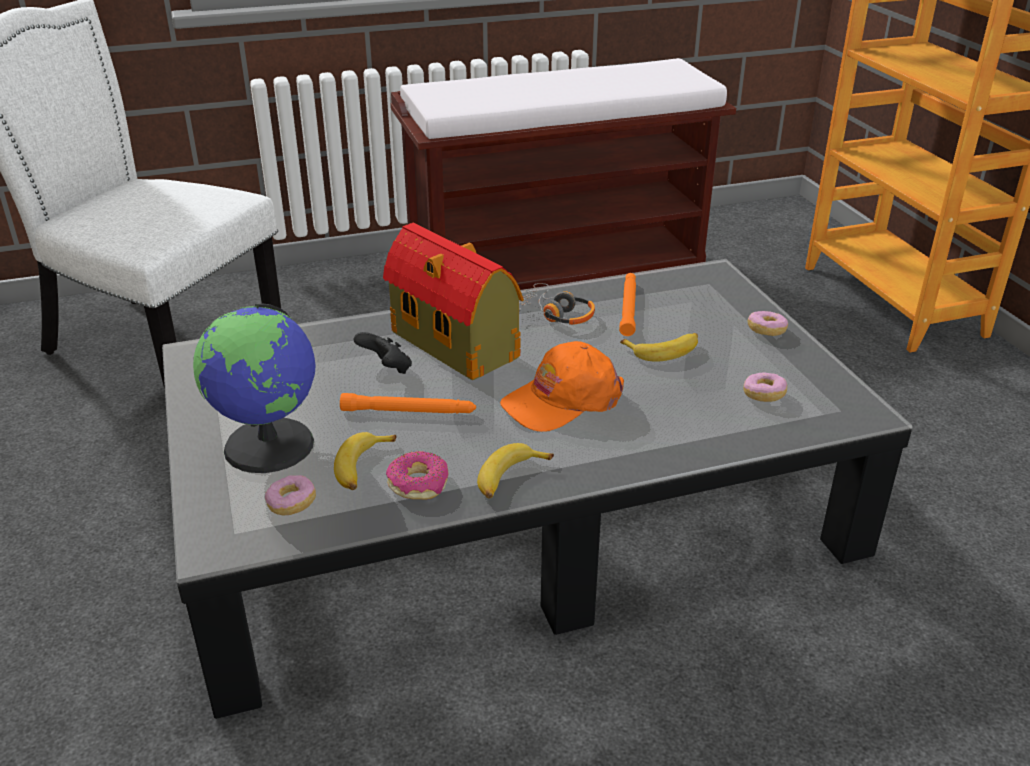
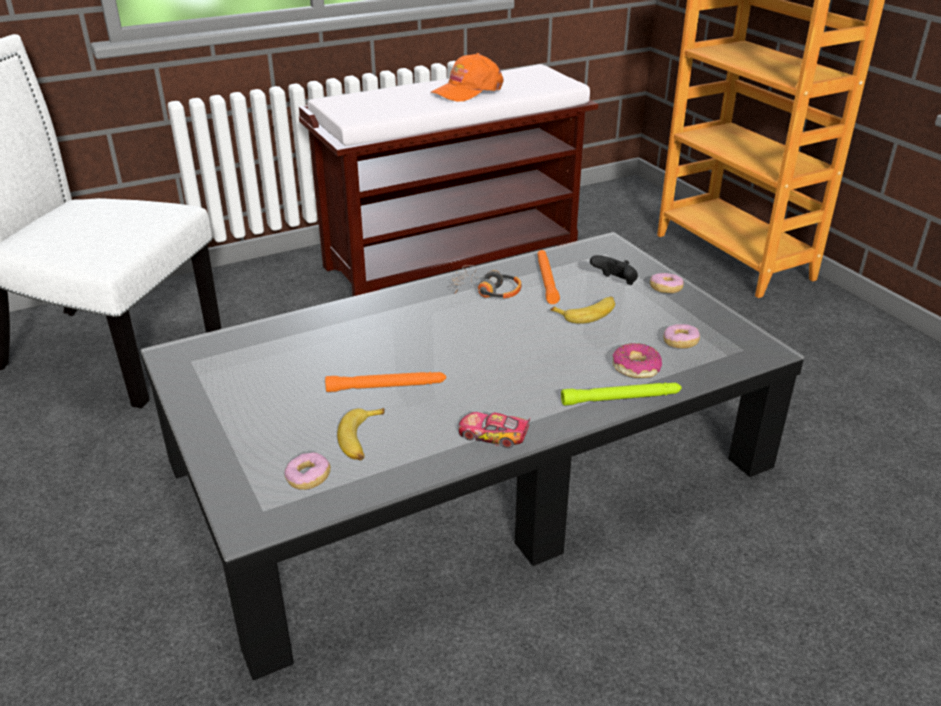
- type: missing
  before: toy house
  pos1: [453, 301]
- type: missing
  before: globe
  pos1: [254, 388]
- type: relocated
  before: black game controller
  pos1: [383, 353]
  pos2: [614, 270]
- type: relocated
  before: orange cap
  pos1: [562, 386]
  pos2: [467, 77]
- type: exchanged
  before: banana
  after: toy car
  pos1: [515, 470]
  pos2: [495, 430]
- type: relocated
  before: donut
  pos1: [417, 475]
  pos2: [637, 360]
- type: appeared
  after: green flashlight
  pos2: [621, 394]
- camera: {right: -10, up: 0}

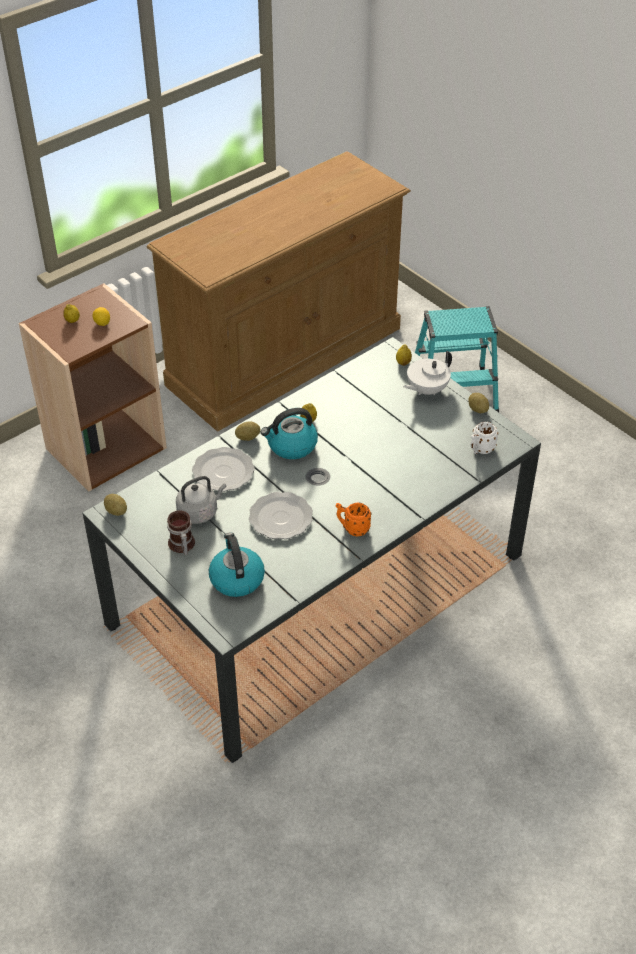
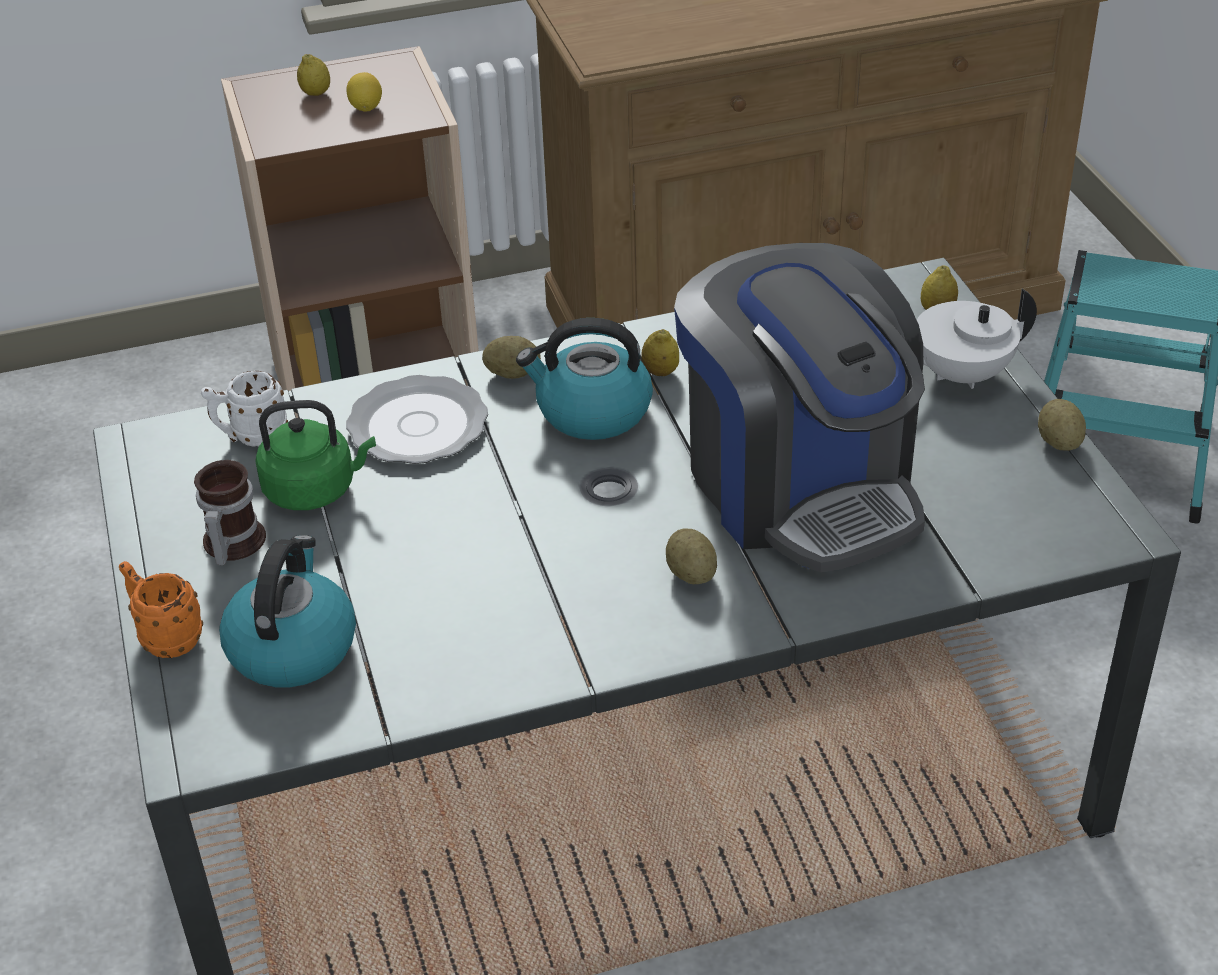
- type: relocated
  before: white mug
  pos1: [484, 438]
  pos2: [244, 408]
- type: colour
  before: grey kettle
  after: green kettle
  pos1: [201, 500]
  pos2: [315, 455]
- type: missing
  before: plate
  pos1: [281, 515]
- type: relocated
  before: potato
  pos1: [115, 505]
  pos2: [691, 556]
- type: relocated
  before: orange mug
  pos1: [354, 519]
  pos2: [161, 609]
- type: appeared
  after: coffee machine
  pos2: [799, 408]
- camera: {right: 25, up: -5}

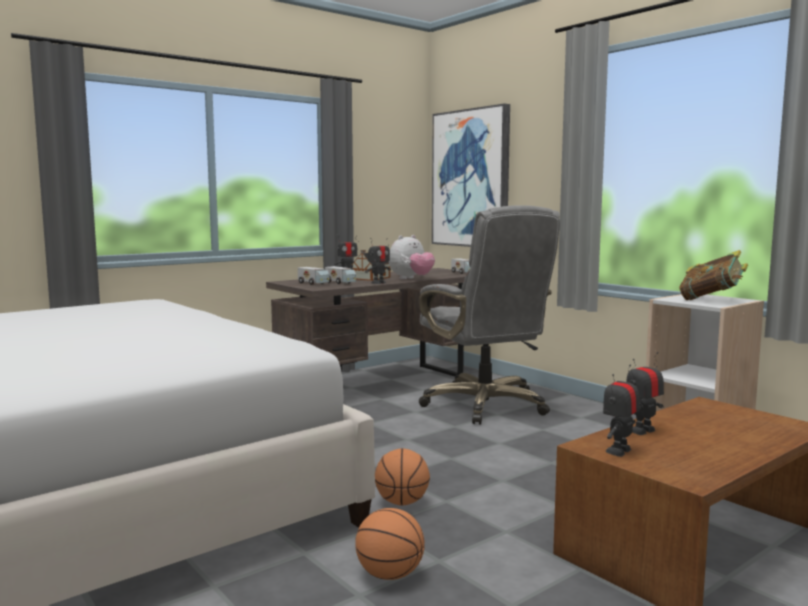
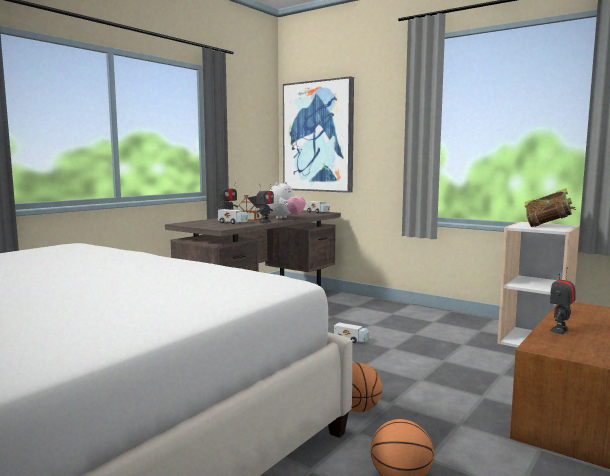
- type: missing
  before: grey office chair
  pos1: [489, 315]
- type: relocated
  before: toy truck
  pos1: [313, 276]
  pos2: [351, 333]
- type: missing
  before: toy robot
  pos1: [621, 410]
- camera: {right: -15, up: 0}

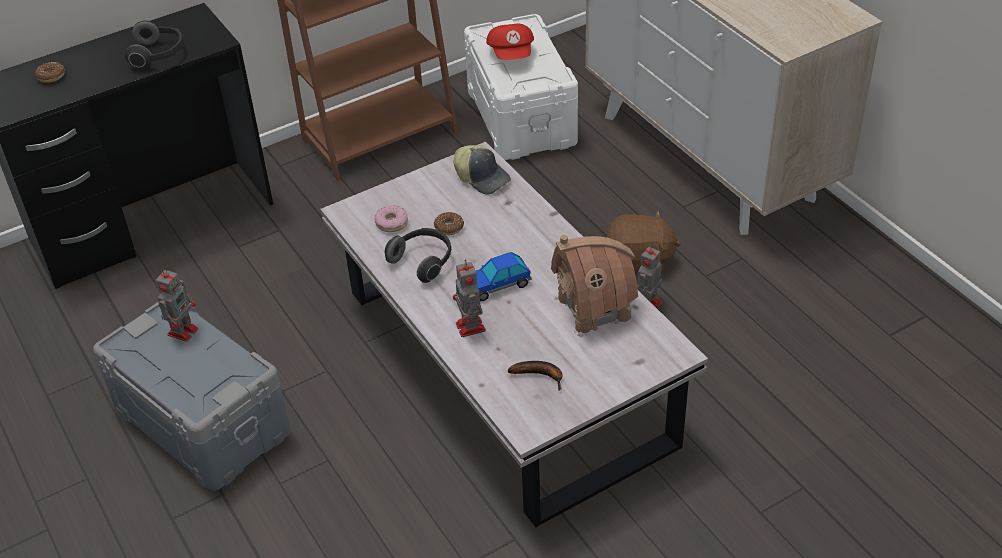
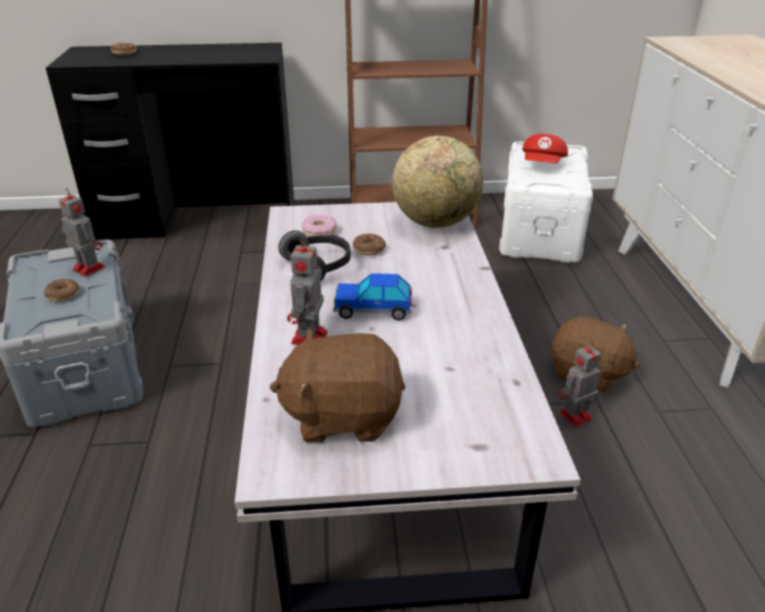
- type: missing
  before: headphones
  pos1: [154, 45]
- type: exchanged
  before: cap
  after: globe
  pos1: [482, 170]
  pos2: [437, 182]
- type: missing
  before: toy house
  pos1: [594, 286]
- type: spun
  before: toy robot
  pos1: [177, 305]
  pos2: [82, 232]
  turn: -105
- type: exchanged
  before: banana
  after: brown plush toy
  pos1: [535, 375]
  pos2: [337, 385]
- type: appeared
  after: donut
  pos2: [62, 290]
- camera: {right: 25, up: -10}

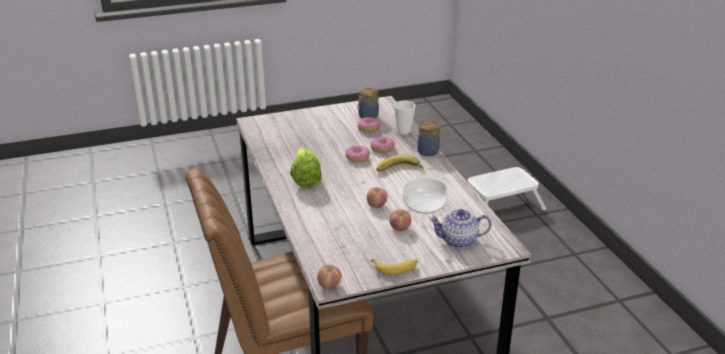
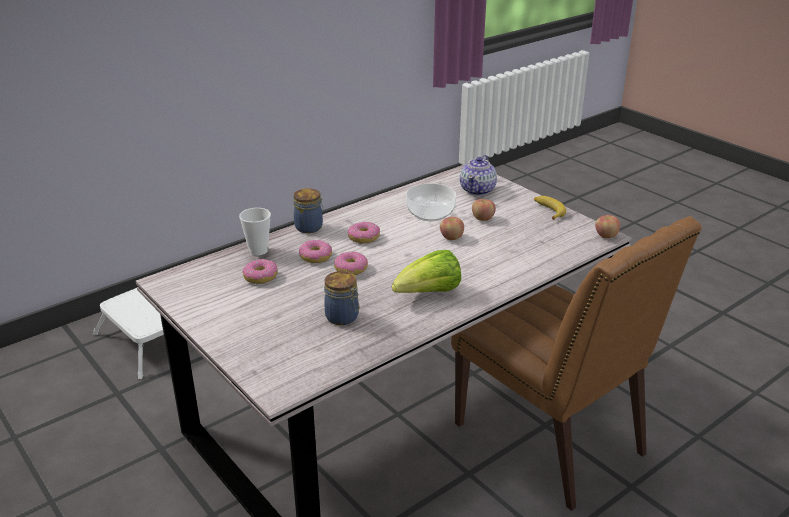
- type: relocated
  before: jar
  pos1: [368, 103]
  pos2: [342, 298]
- type: exchanged
  before: banana
  after: donut
  pos1: [399, 163]
  pos2: [364, 233]
- type: spun
  before: teapot
  pos1: [460, 228]
  pos2: [478, 175]
  turn: 45
- camera: {right: -110, up: 0}

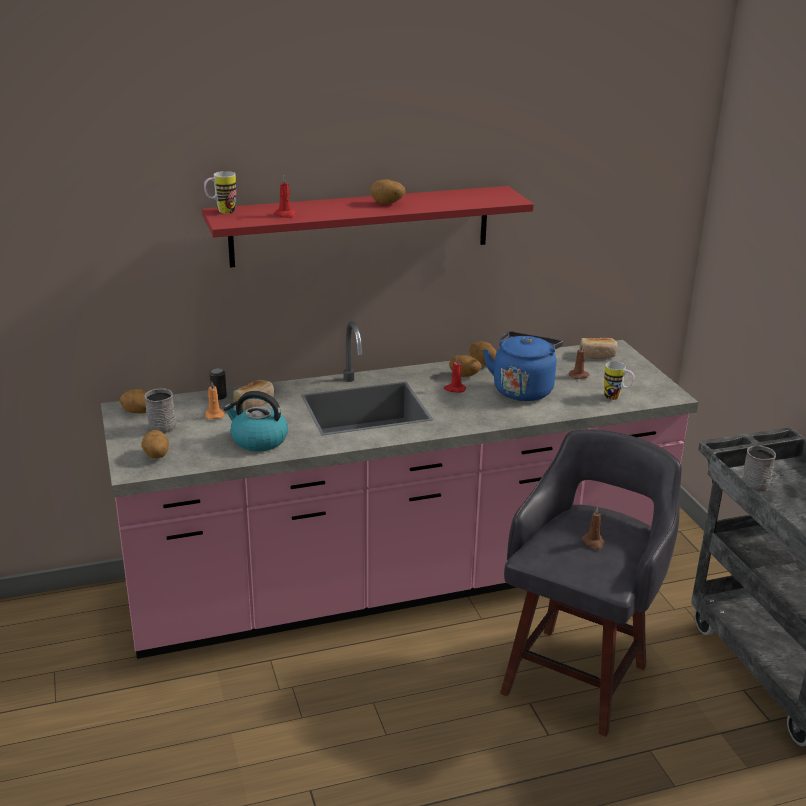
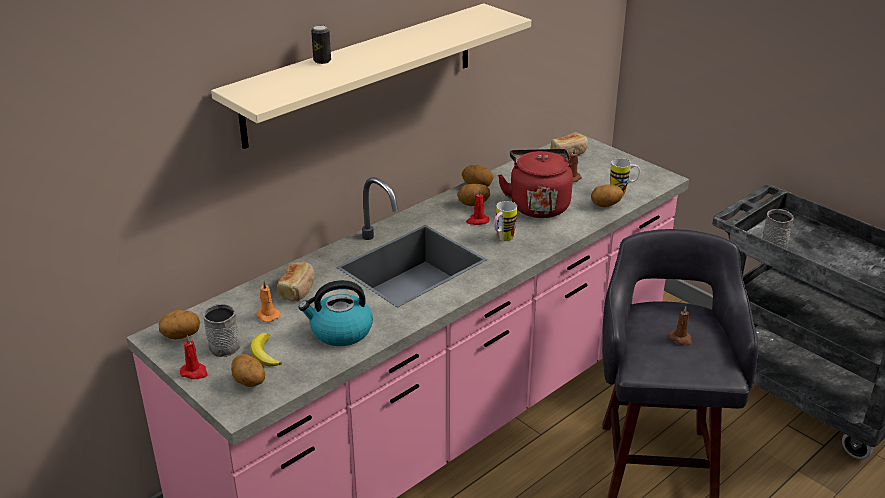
- type: relocated
  before: mug
  pos1: [220, 192]
  pos2: [505, 221]
- type: relocated
  before: red candle
  pos1: [285, 197]
  pos2: [194, 357]
- type: relocated
  before: potato
  pos1: [388, 191]
  pos2: [607, 195]
- type: colour
  before: red shelf
  after: beige shelf
  pos1: [368, 227]
  pos2: [371, 76]
- type: colour
  before: blue kettle
  after: red kettle
  pos1: [523, 366]
  pos2: [535, 183]
- type: relocated
  before: can
  pos1: [218, 384]
  pos2: [321, 44]
- type: appeared
  after: banana
  pos2: [266, 349]
- camera: {right: -25, up: 5}

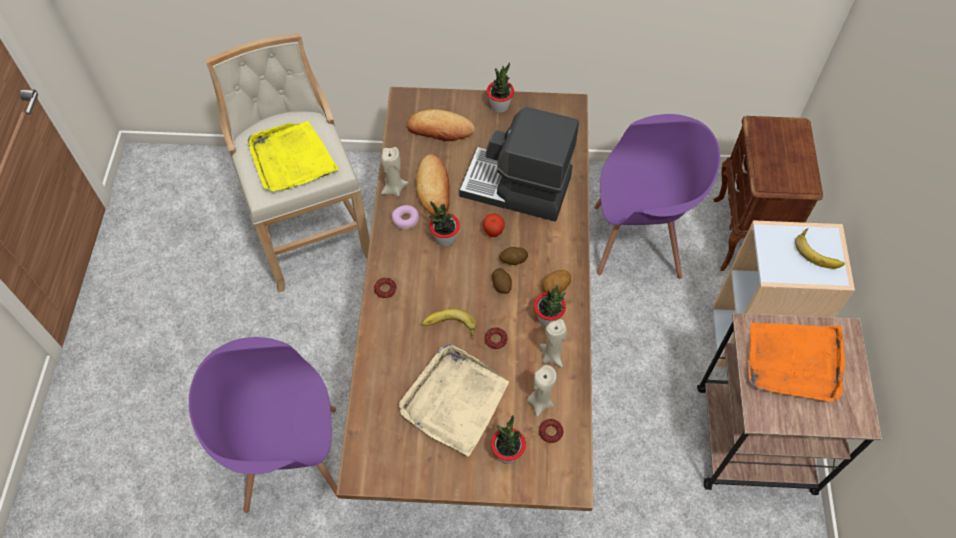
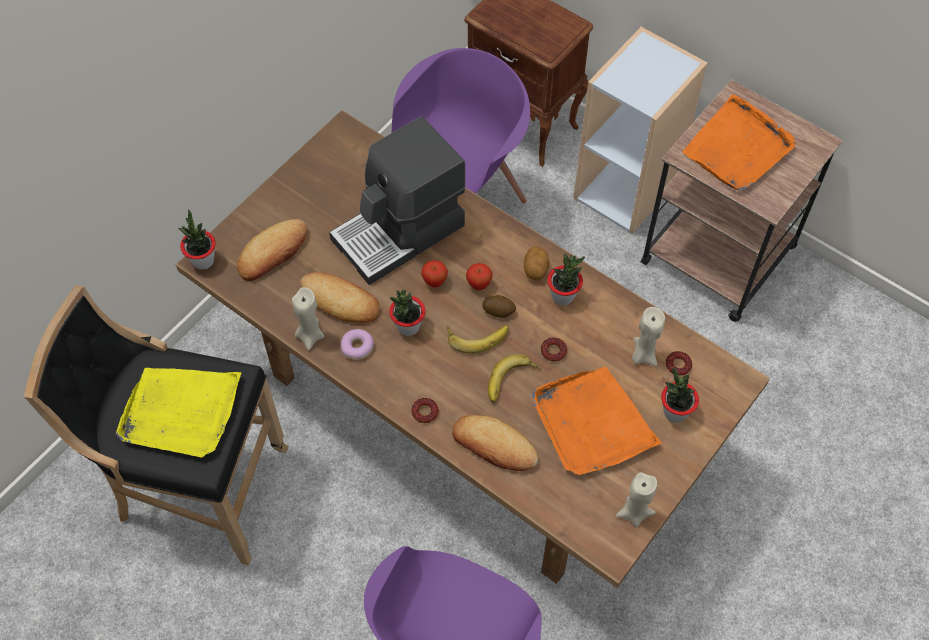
- type: colour
  before: beige stool
  after: black stool
  pos1: [287, 162]
  pos2: [156, 425]
- type: relocated
  before: potted plant
  pos1: [500, 87]
  pos2: [197, 239]
- type: relocated
  before: banana
  pos1: [820, 248]
  pos2: [478, 339]
- type: exchanged
  before: potato
  after: apple
  pos1: [513, 256]
  pos2: [479, 276]
- type: relocated
  before: beige candle
  pos1: [553, 343]
  pos2: [636, 499]
- type: colour
  before: beige tray
  after: orange tray
  pos1: [454, 400]
  pos2: [596, 421]
- type: appeared
  after: bread
  pos2: [495, 443]
- camera: {right: -55, up: 0}

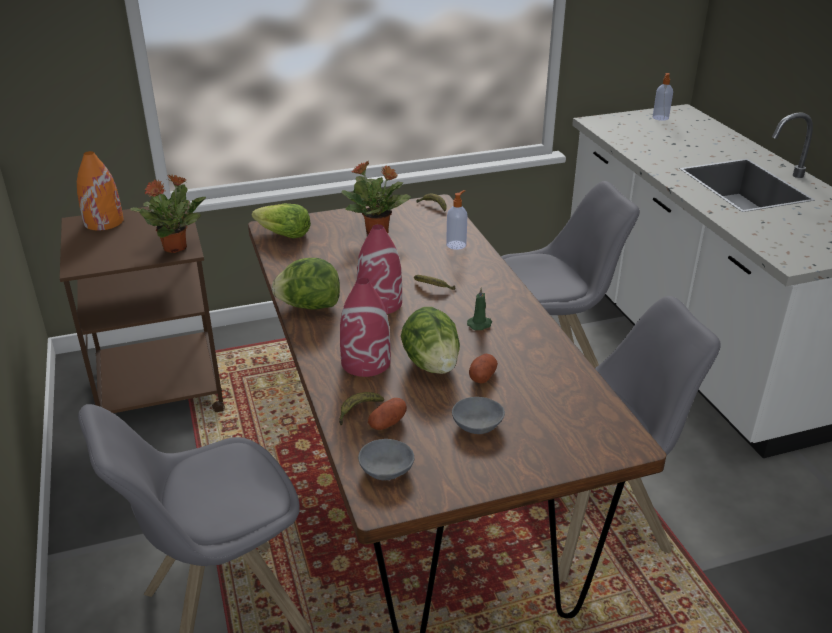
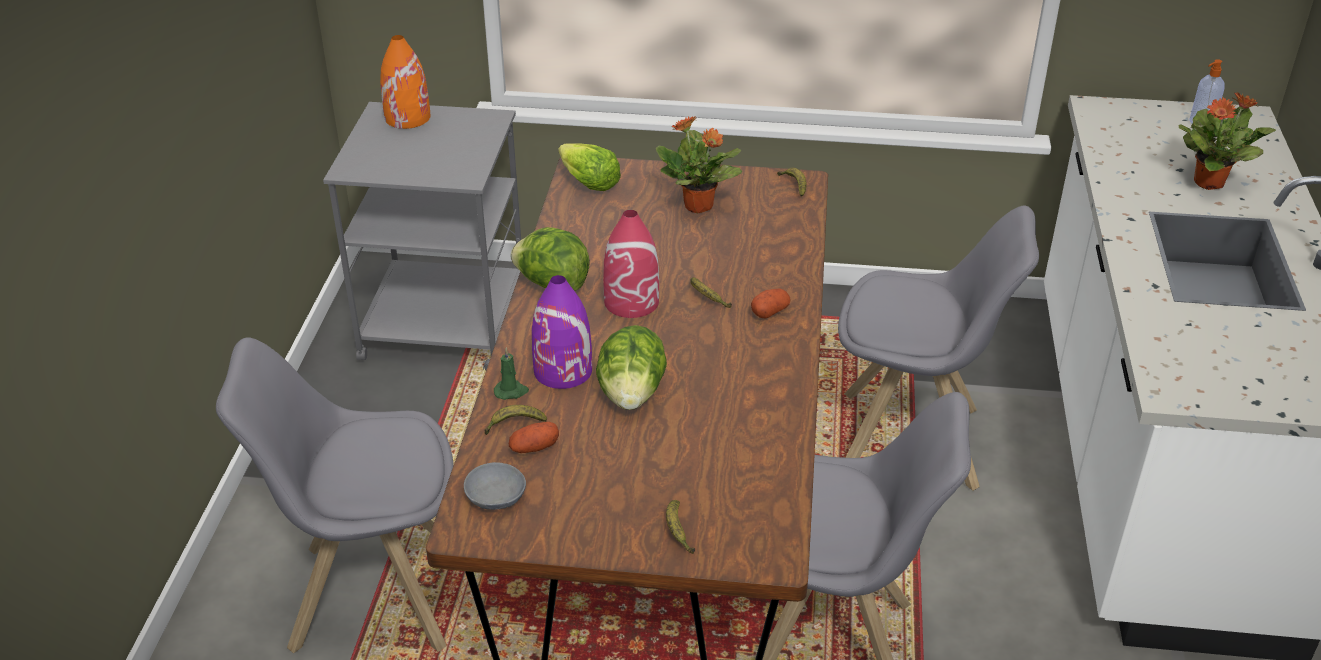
- type: relocated
  before: potted plant
  pos1: [168, 213]
  pos2: [1227, 141]
- type: missing
  before: soap dispenser
  pos1: [456, 220]
- type: colour
  before: brown cart
  after: grey cart
  pos1: [142, 307]
  pos2: [422, 236]
- type: colour
  before: red vase
  after: purple vase
  pos1: [365, 327]
  pos2: [562, 332]
- type: relocated
  before: green candle
  pos1: [479, 308]
  pos2: [511, 373]
- type: relocated
  before: potato
  pos1: [483, 368]
  pos2: [770, 304]
- type: missing
  before: grey bowl
  pos1: [478, 415]
- type: appeared
  after: banana
  pos2: [680, 527]
- camera: {right: 25, up: 5}

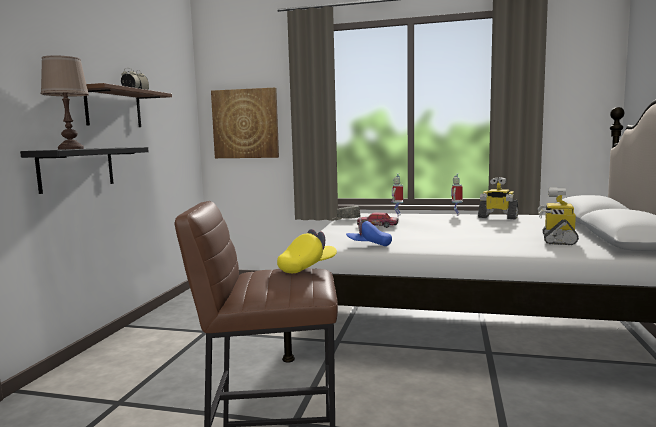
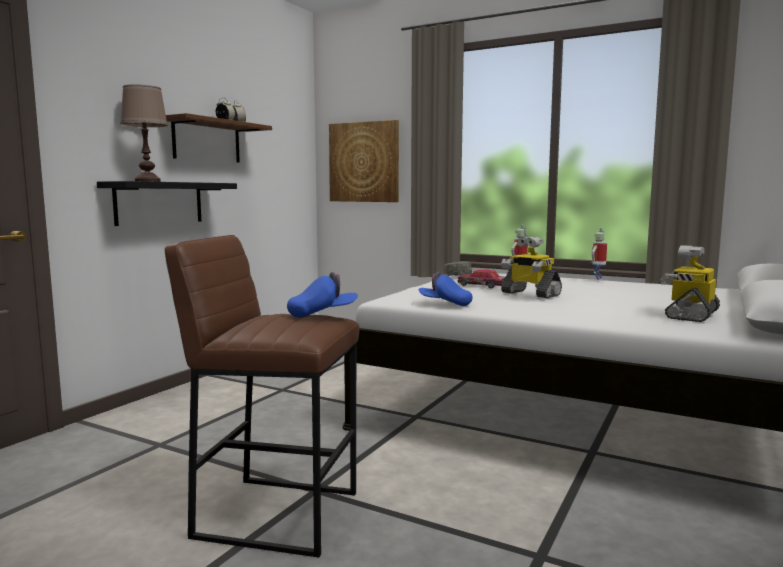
- type: relocated
  before: toy robot
  pos1: [498, 198]
  pos2: [531, 267]
- type: colour
  before: yellow cap
  after: blue cap
  pos1: [307, 251]
  pos2: [322, 295]
- camera: {right: 15, up: 0}

